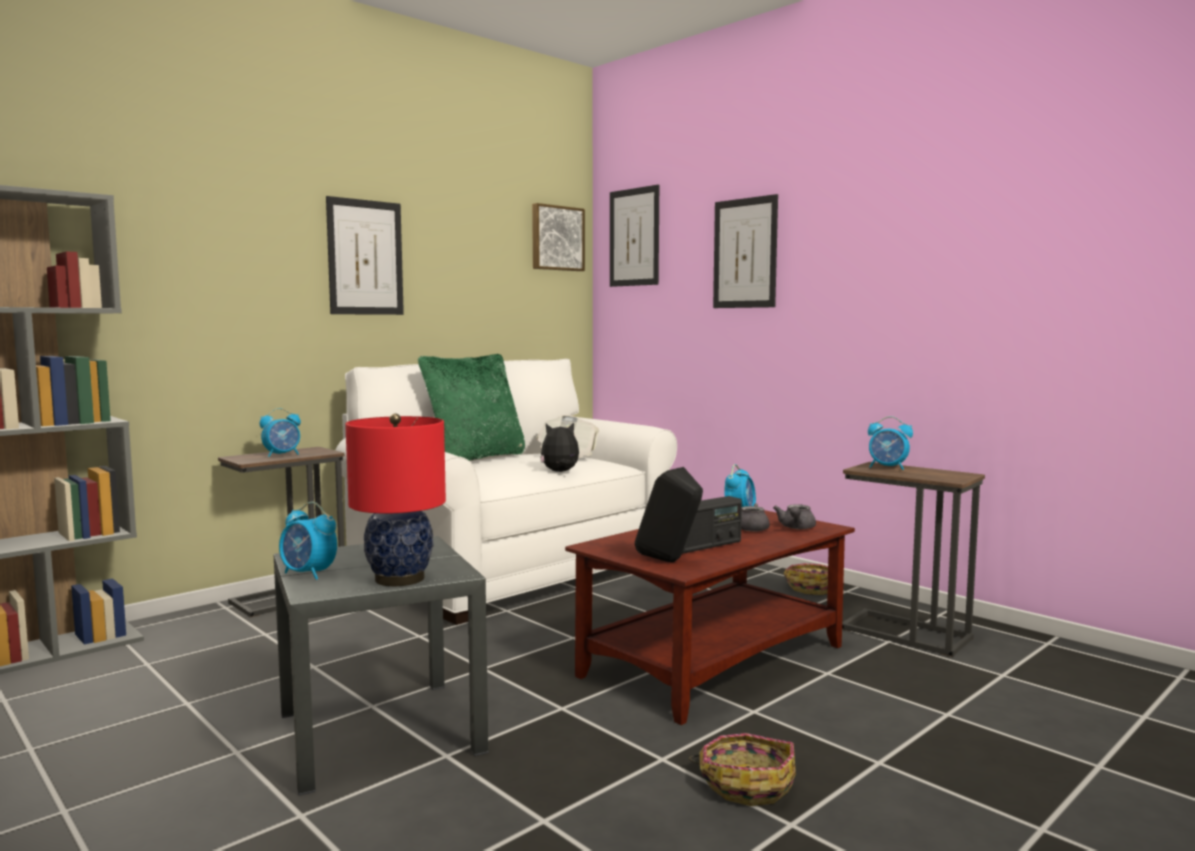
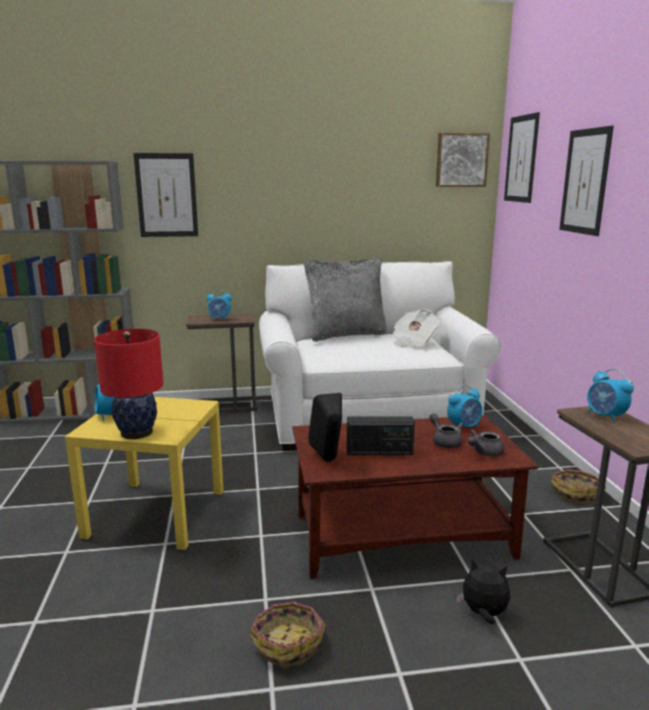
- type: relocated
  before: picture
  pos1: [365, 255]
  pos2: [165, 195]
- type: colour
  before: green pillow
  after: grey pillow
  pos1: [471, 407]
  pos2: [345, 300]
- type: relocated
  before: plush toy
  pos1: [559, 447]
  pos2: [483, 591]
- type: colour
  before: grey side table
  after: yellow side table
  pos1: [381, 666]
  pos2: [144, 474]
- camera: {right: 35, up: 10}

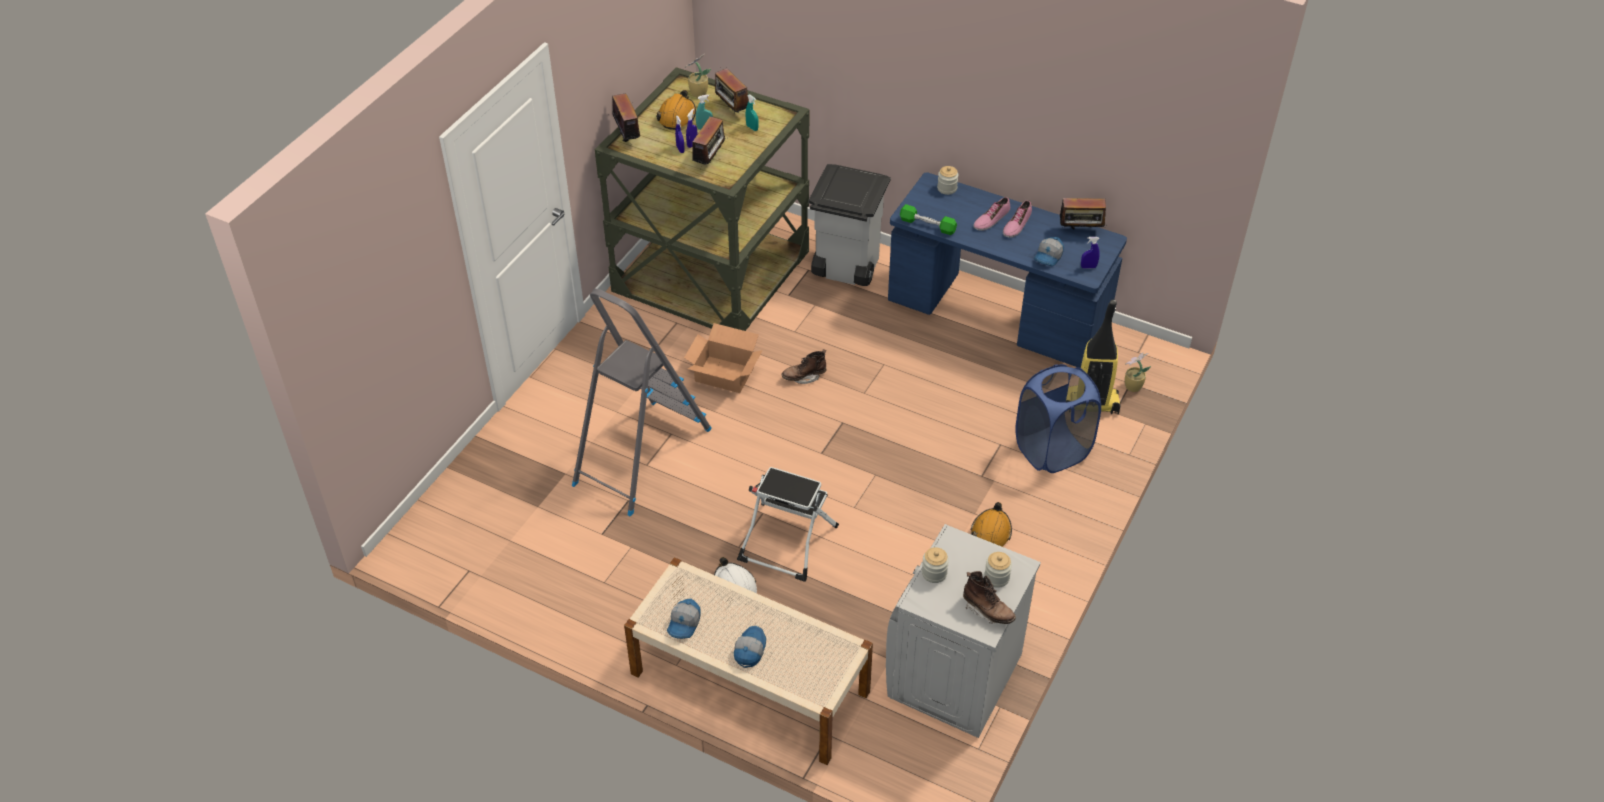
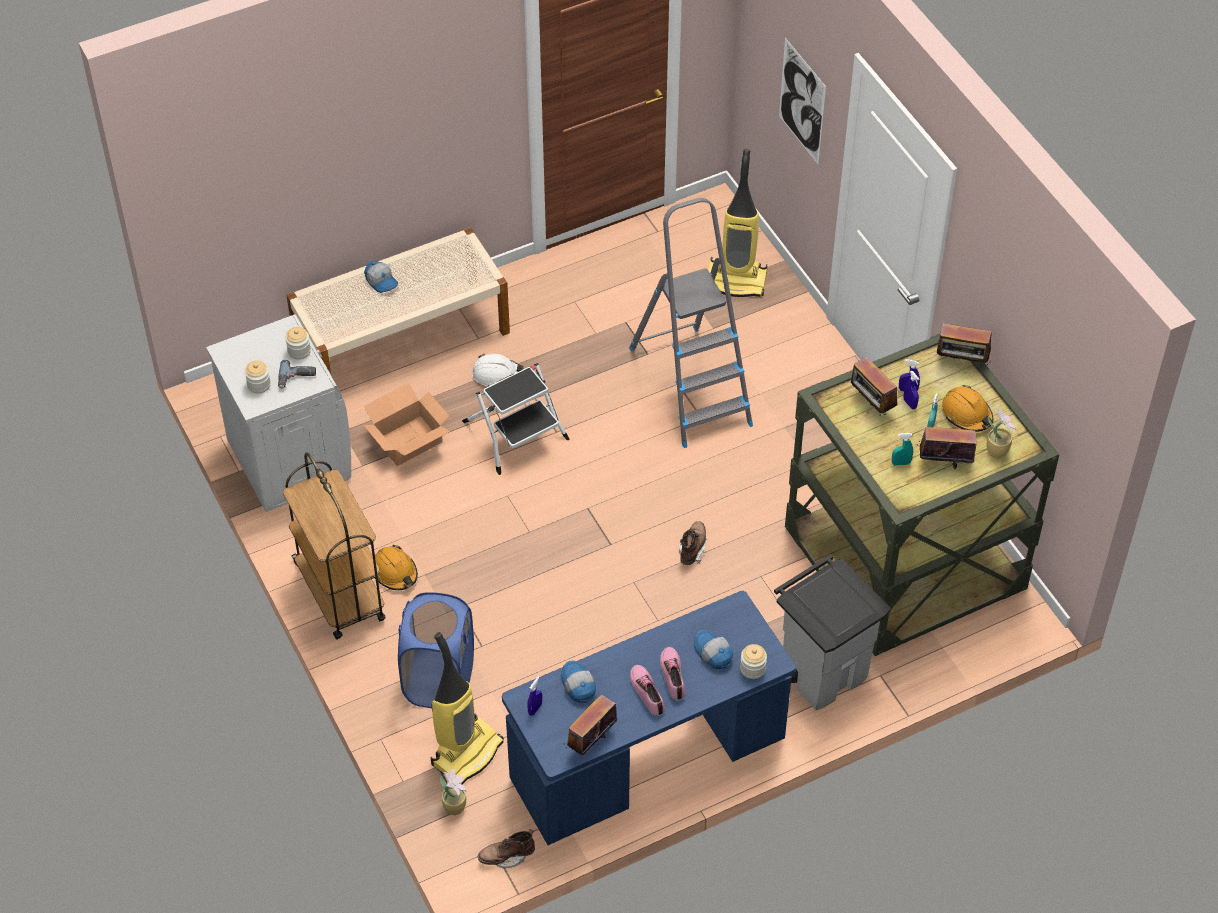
- type: missing
  before: green dumbbell
  pos1: [928, 219]
- type: relocated
  before: cardboard box
  pos1: [723, 358]
  pos2: [407, 424]
- type: relocated
  before: brown boot
  pos1: [989, 597]
  pos2: [506, 848]
- type: relocated
  before: cap
  pos1: [684, 619]
  pos2: [713, 649]
- type: appeared
  after: picture
  pos2: [802, 101]
- type: appeared
  after: vacuum cleaner
  pos2: [737, 223]
- type: appeared
  after: power drill
  pos2: [297, 374]
- type: appeared
  after: brown cart
  pos2: [334, 545]
- camera: {right: 125, up: 5}

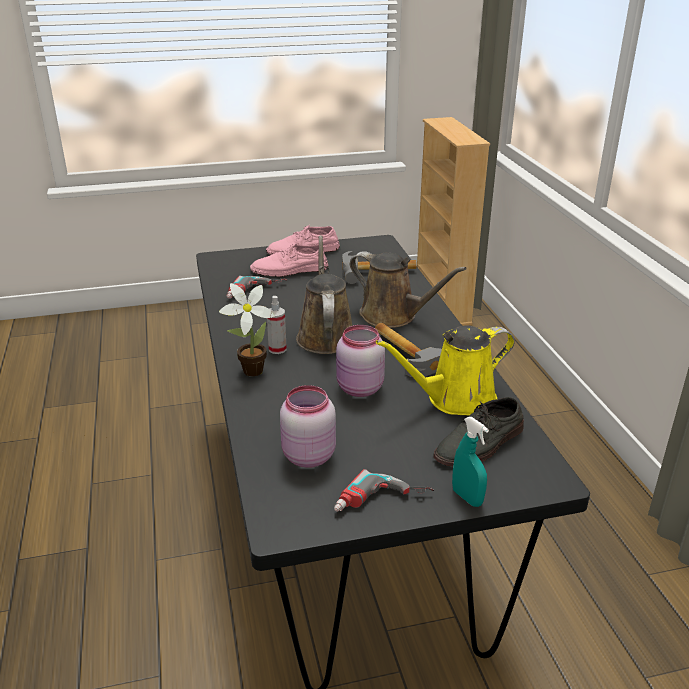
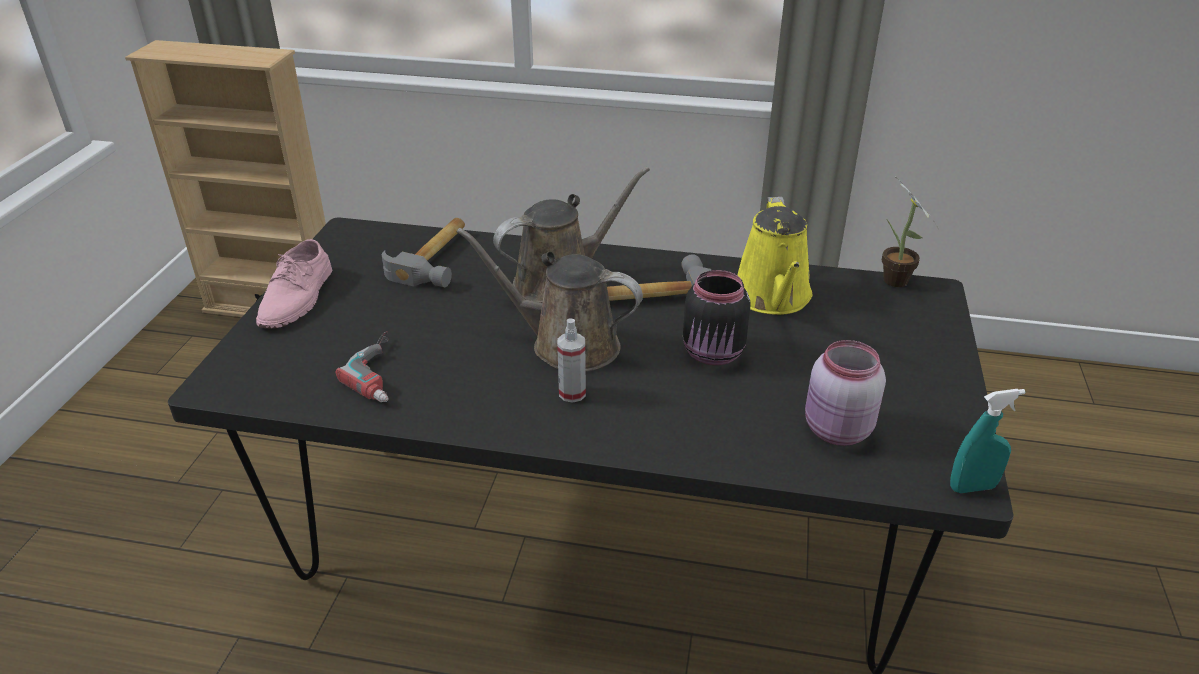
- type: missing
  before: pink shoe
  pos1: [289, 259]
- type: relocated
  before: potted plant
  pos1: [247, 329]
  pos2: [910, 231]
- type: colour
  before: pink jar
  after: black jar
  pos1: [360, 361]
  pos2: [717, 317]
- type: missing
  before: grey shoe
  pos1: [478, 431]
- type: relocated
  before: turquoise spray bottle
  pos1: [470, 462]
  pos2: [987, 441]
- type: missing
  before: power drill
  pos1: [384, 490]
- camera: {right: -65, up: 5}

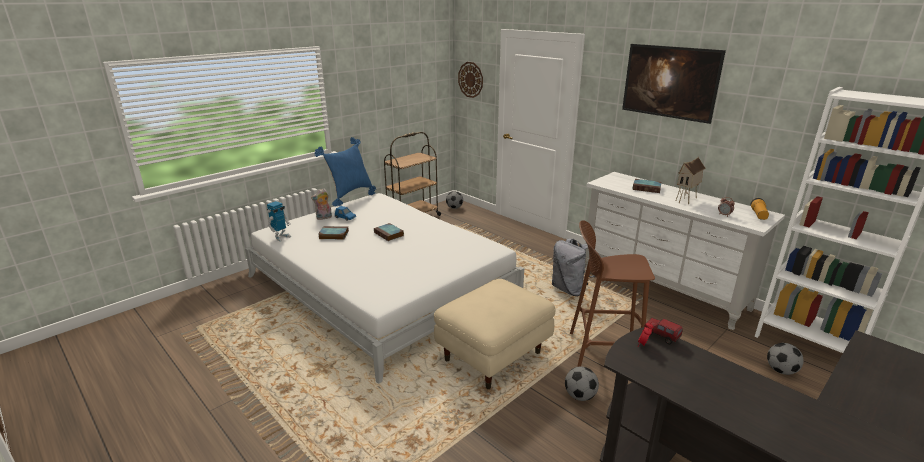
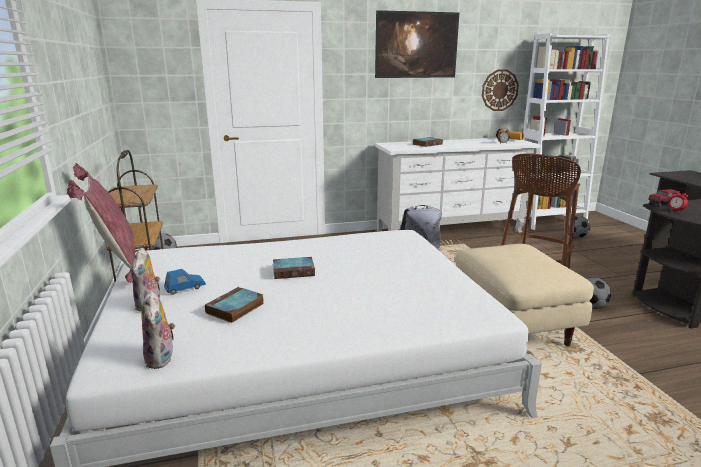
- type: relocated
  before: wall clock
  pos1: [470, 80]
  pos2: [500, 90]
- type: colour
  before: blue pillow
  after: red pillow
  pos1: [345, 172]
  pos2: [101, 223]
- type: missing
  before: toy house
  pos1: [690, 180]
- type: exchanged
  before: toy robot
  after: plush toy
  pos1: [279, 221]
  pos2: [158, 330]
- camera: {right: -60, up: -5}

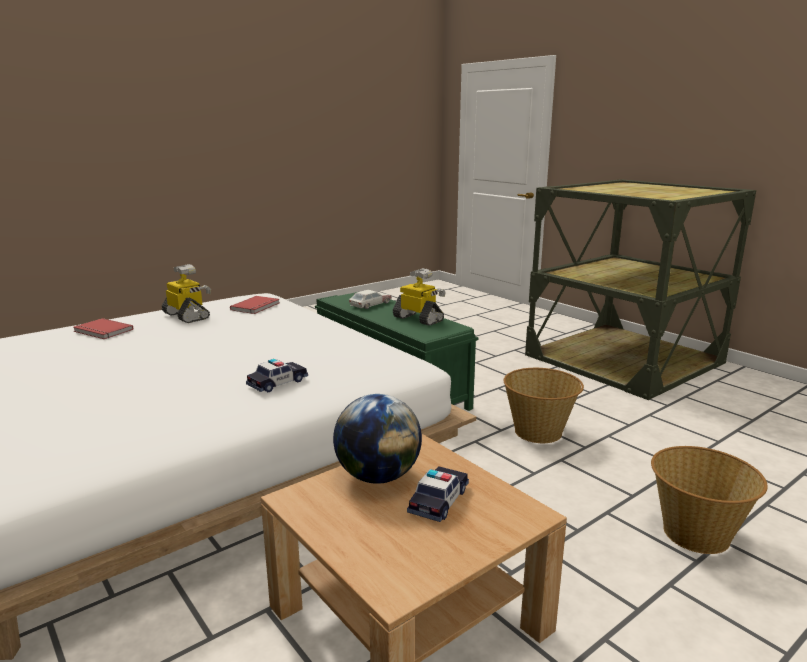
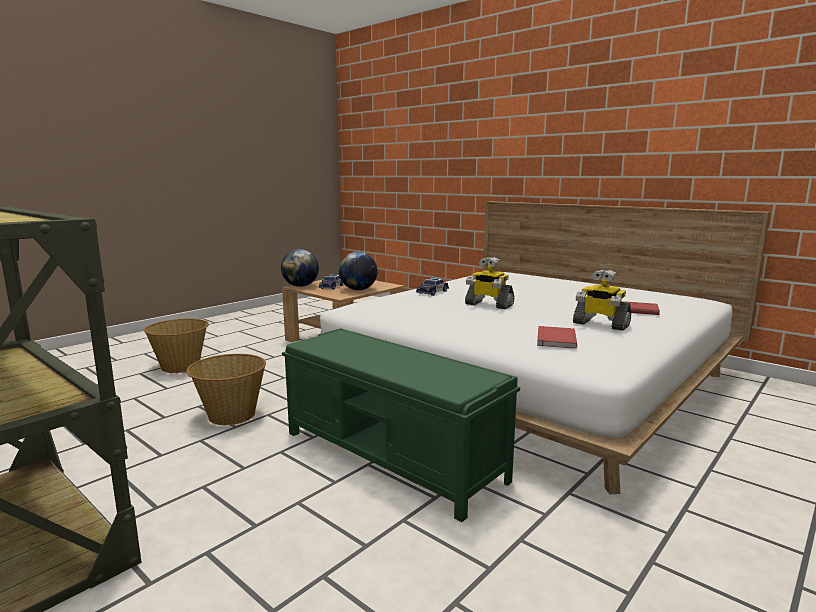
- type: relocated
  before: toy robot
  pos1: [419, 297]
  pos2: [489, 283]
- type: missing
  before: toy car
  pos1: [370, 299]
- type: appeared
  after: globe
  pos2: [300, 268]
- camera: {right: 170, up: -5}

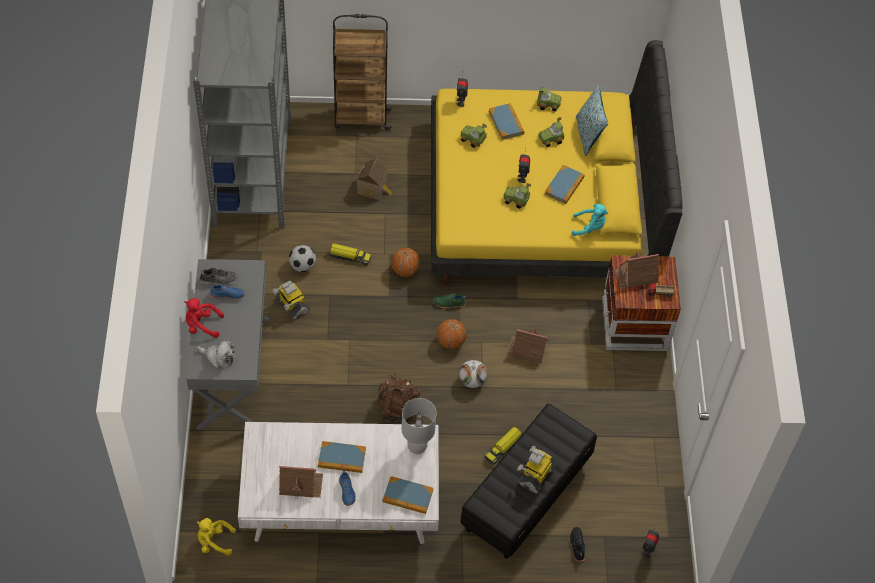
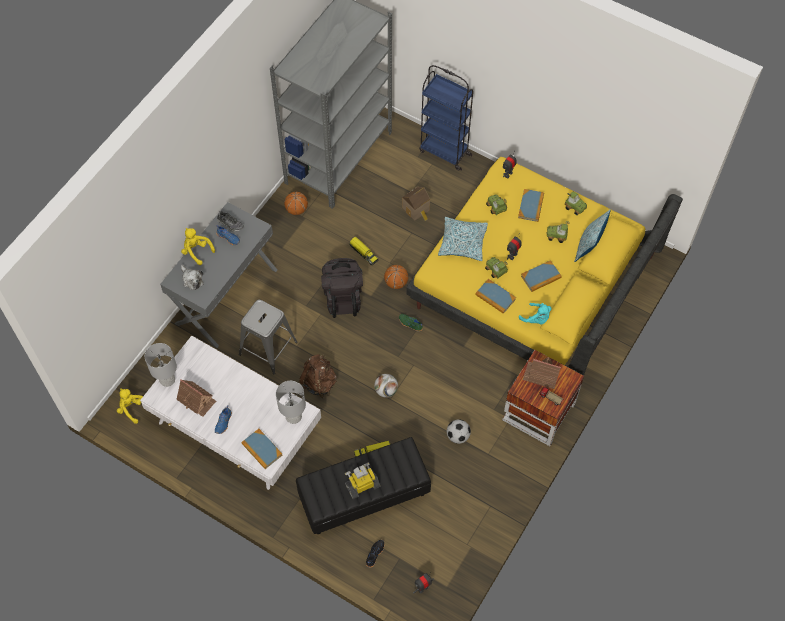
- type: colour
  before: brown cart
  after: blue cart
  pos1: [363, 72]
  pos2: [446, 118]
- type: relocated
  before: football
  pos1: [302, 258]
  pos2: [459, 431]
- type: missing
  before: toy robot
  pos1: [291, 300]
- type: colour
  before: red plush toy
  after: yellow plush toy
  pos1: [204, 318]
  pos2: [198, 246]
- type: relocated
  before: basketball
  pos1: [451, 334]
  pos2: [296, 203]
- type: missing
  before: toy house
  pos1: [527, 346]
- type: relocated
  before: book
  pos1: [342, 457]
  pos2: [495, 296]
- type: appeared
  after: pillow
  pos2: [463, 239]
- type: appeared
  after: black backpack
  pos2: [342, 288]
- type: appeared
  after: grey stool
  pos2: [268, 337]
- type: appeared
  after: grey table lamp
  pos2: [161, 365]
- camera: {right: 35, up: 5}

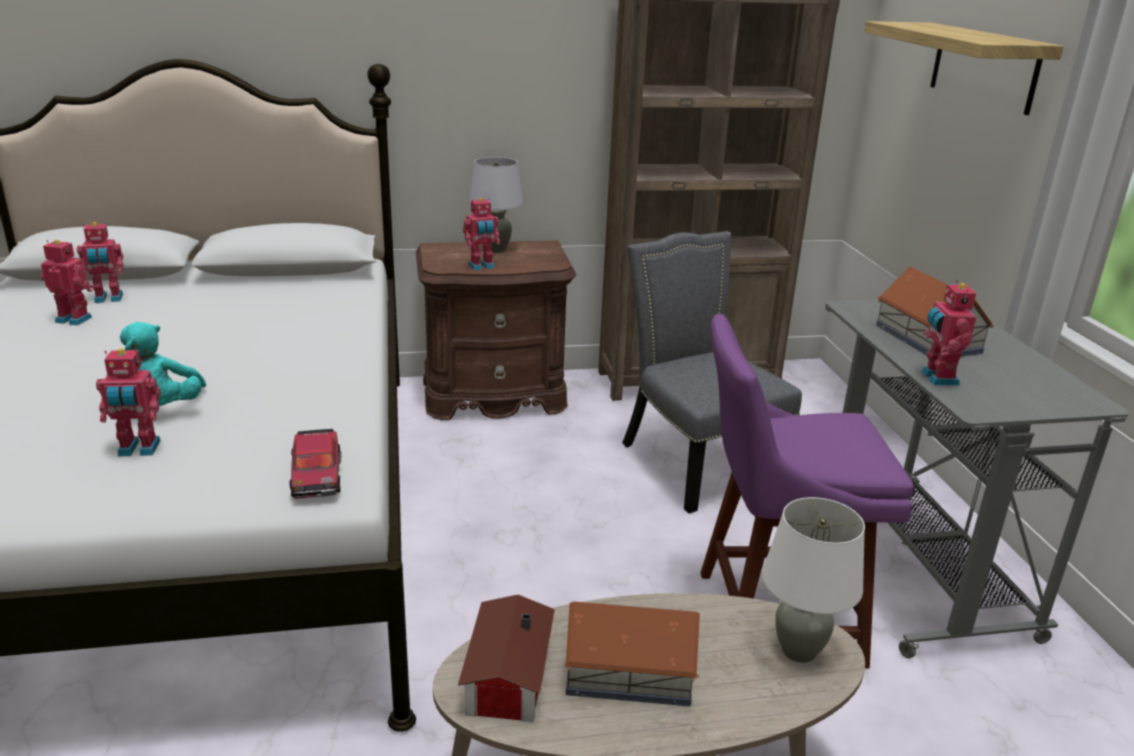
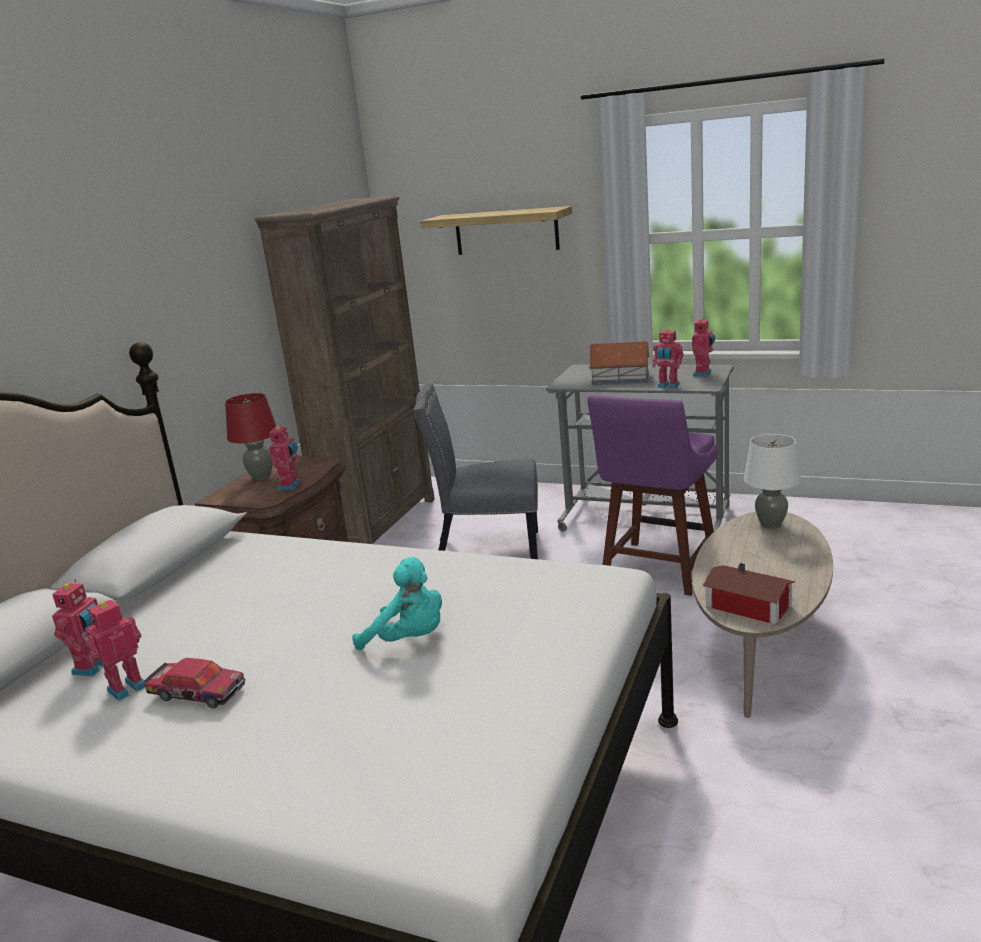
- type: colour
  before: grey table lamp
  after: red table lamp
  pos1: [496, 205]
  pos2: [250, 437]
- type: relocated
  before: toy robot
  pos1: [128, 402]
  pos2: [703, 347]
- type: relocated
  before: toy car
  pos1: [315, 464]
  pos2: [194, 683]
- type: missing
  before: toy house
  pos1: [632, 654]
- camera: {right: -55, up: -5}

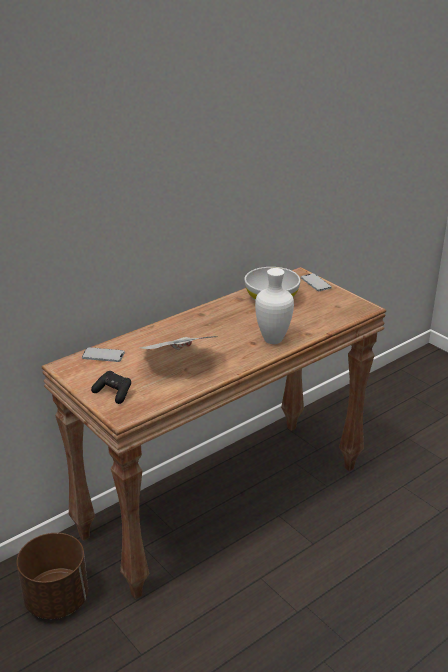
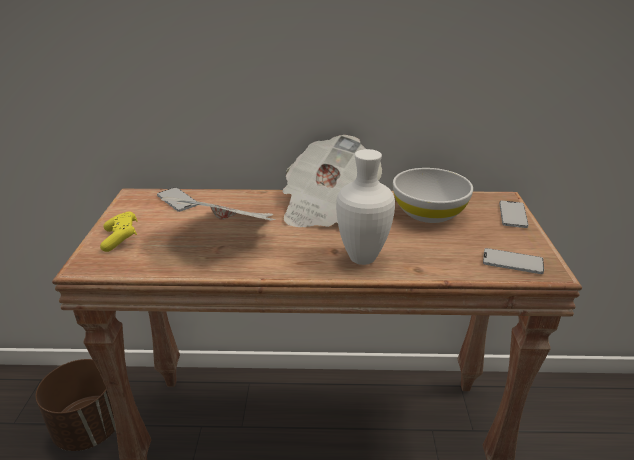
- type: colour
  before: black game controller
  after: yellow game controller
  pos1: [111, 387]
  pos2: [119, 231]
- type: appeared
  after: newspaper
  pos2: [332, 181]
- type: appeared
  after: phone
  pos2: [513, 261]
- camera: {right: 40, up: 0}

